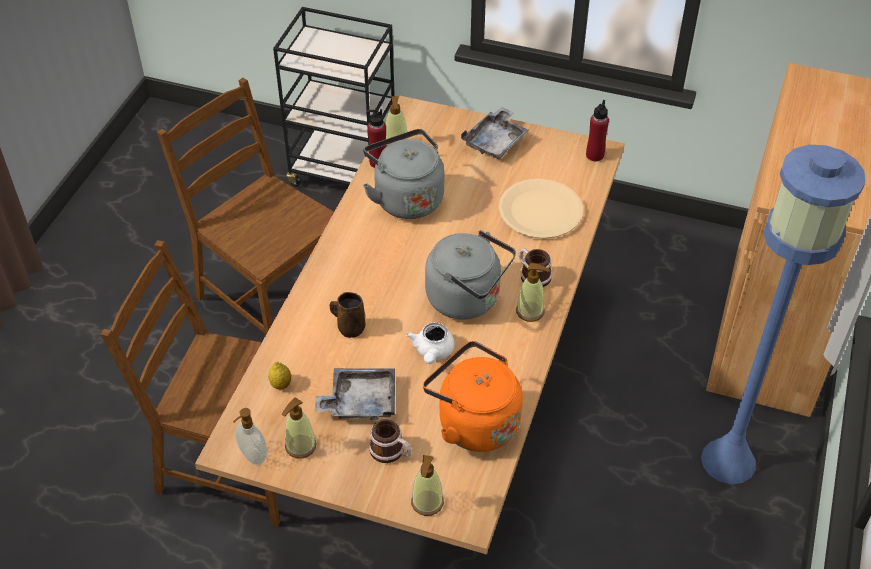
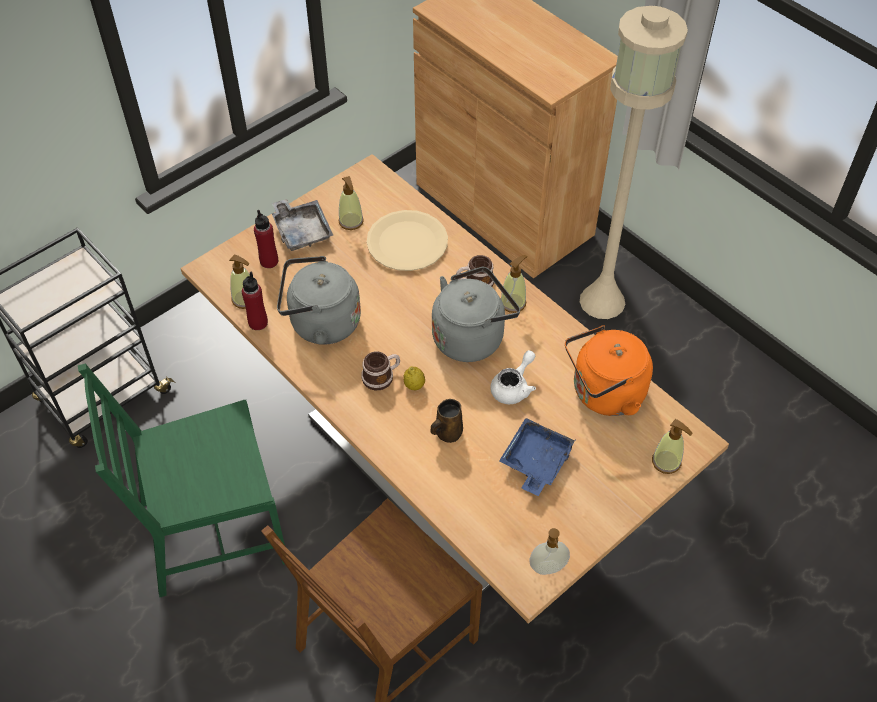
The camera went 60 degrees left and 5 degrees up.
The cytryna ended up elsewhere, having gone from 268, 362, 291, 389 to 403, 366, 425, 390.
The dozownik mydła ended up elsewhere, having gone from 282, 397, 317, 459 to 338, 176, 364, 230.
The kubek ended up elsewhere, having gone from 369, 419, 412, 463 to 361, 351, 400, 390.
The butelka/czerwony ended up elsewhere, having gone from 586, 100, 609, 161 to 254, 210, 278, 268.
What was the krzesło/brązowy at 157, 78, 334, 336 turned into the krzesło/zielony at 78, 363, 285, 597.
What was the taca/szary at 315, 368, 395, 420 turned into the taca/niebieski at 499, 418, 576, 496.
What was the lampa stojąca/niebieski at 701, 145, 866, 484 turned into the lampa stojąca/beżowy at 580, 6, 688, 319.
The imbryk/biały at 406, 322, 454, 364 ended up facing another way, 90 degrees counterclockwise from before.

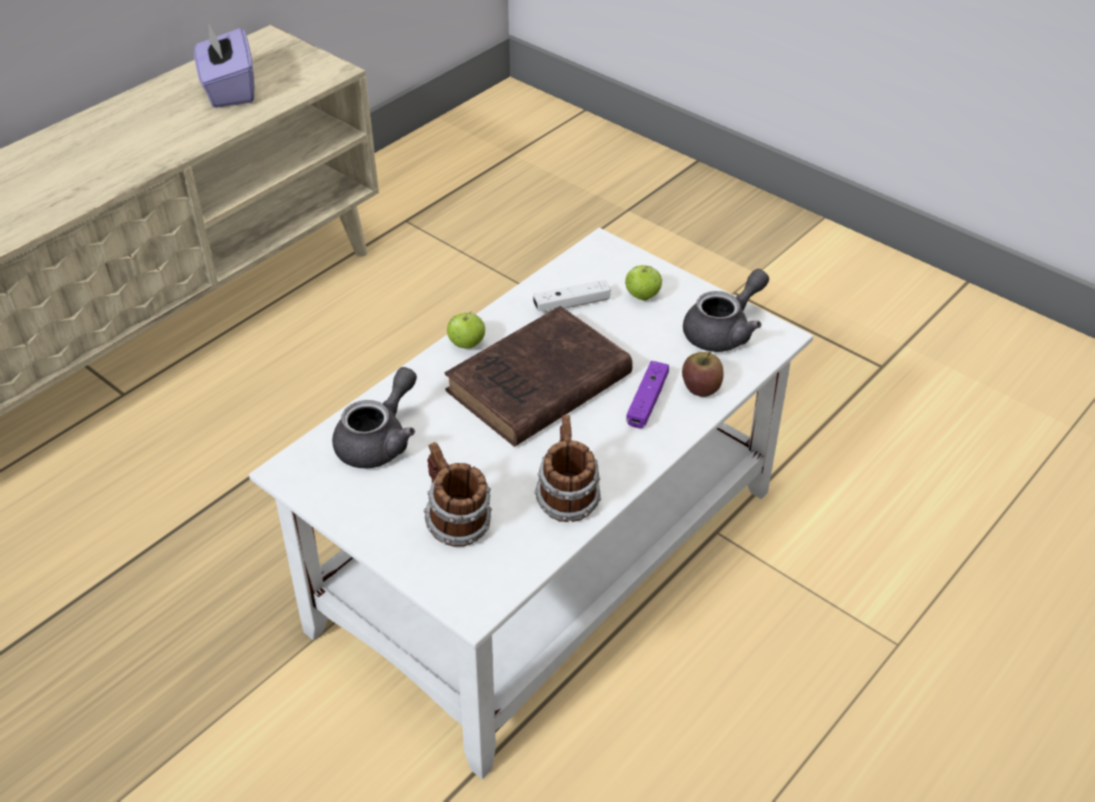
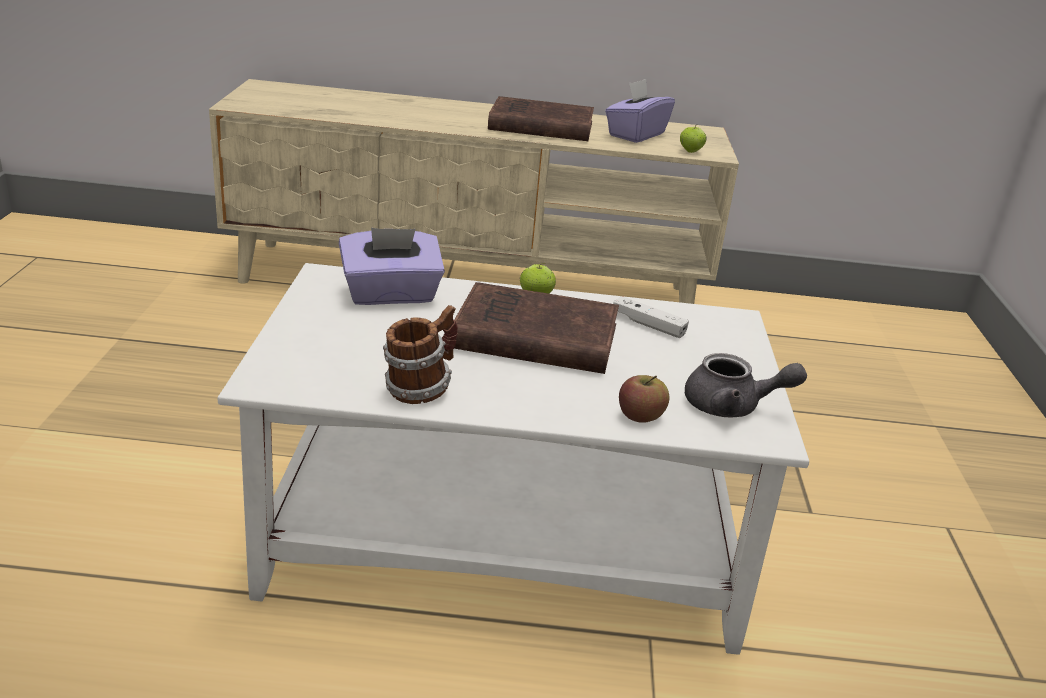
The camera went 50 degrees right and 15 degrees down.
The second view lost the kubek at 424, 442, 492, 547.
The second view lost the pad do gier/fioletowy at 626, 361, 669, 428.
The second view gained the książka/brązowy at 488, 96, 594, 141.
The jabłko ended up elsewhere, having gone from 625, 265, 662, 301 to 680, 126, 706, 153.
Where the imbryk/szary stood at 332, 367, 417, 468, the pudełko chusteczek/fioletowy came to stand at 339, 228, 445, 305.

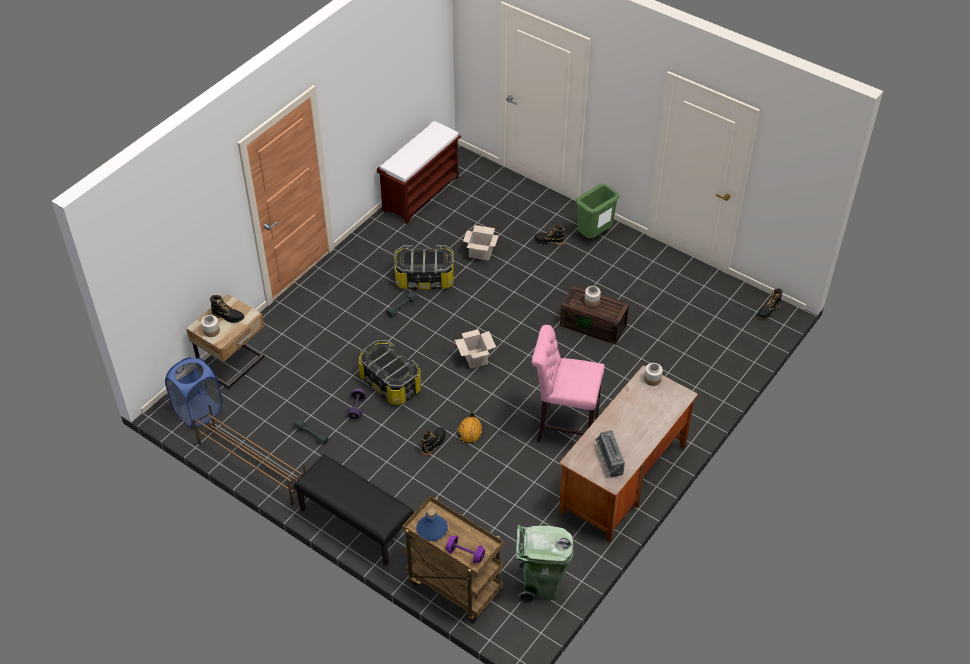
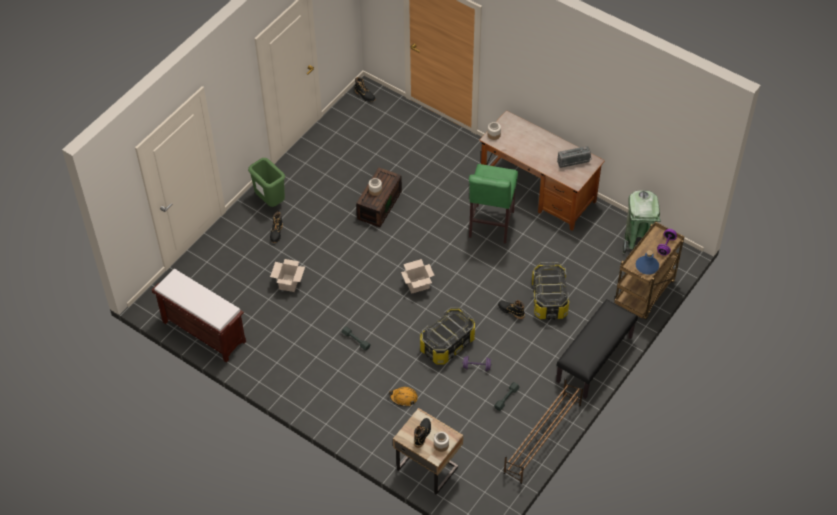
The camera went 90 degrees left and 5 degrees up.
The second view lost the kosz na pranie/niebieski at 165, 357, 223, 427.
The pojemnik do przechowywania ended up elsewhere, having gone from 394, 245, 454, 290 to 532, 262, 569, 320.
The kask/pomarańczowy ended up elsewhere, having gone from 457, 412, 483, 443 to 389, 387, 418, 407.
What was the stołek/różowy at 532, 325, 605, 443 turned into the stołek/zielony at 469, 164, 518, 244.

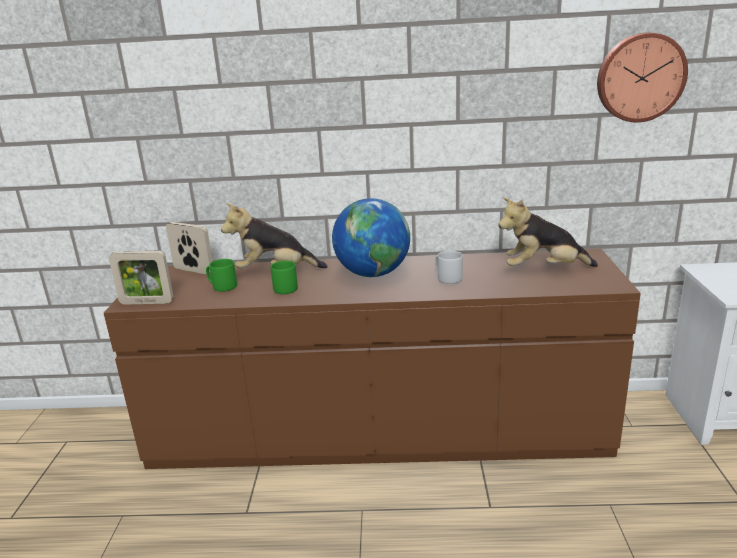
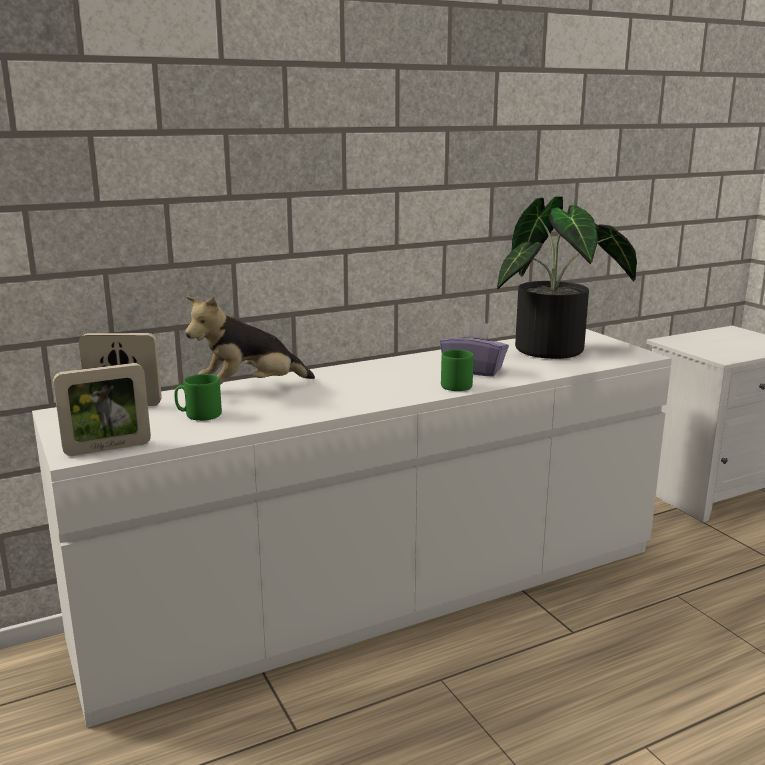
The camera went 30 degrees left and 5 degrees down.
The second view lost the globus at 332, 198, 410, 277.
The second view lost the zegar ścienny at 597, 33, 688, 122.
The kubek/zielony ended up elsewhere, having gone from 271, 261, 298, 294 to 441, 350, 474, 391.
Where the kubek/szary stood at 435, 251, 463, 284, the pudełko chusteczek/fioletowy came to stand at 440, 321, 509, 376.
Where the pluszak stood at 498, 197, 598, 267, the roślina doniczkowa came to stand at 497, 196, 637, 359.
What was the komoda/brązowy at 104, 249, 641, 469 turned into the komoda/biały at 32, 329, 672, 728.

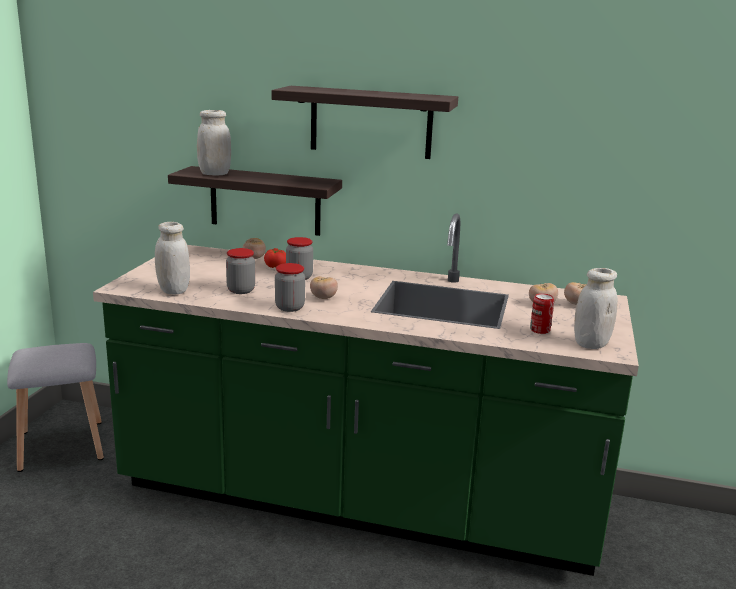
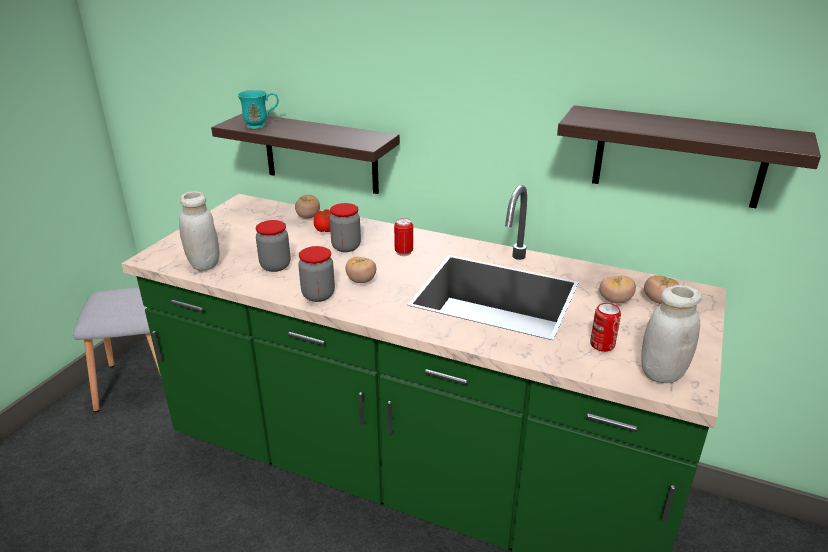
The camera went 10 degrees right and 10 degrees up.
The second view gained the puszka at 394, 218, 413, 256.
The półka ended up elsewhere, having gone from 272, 86, 458, 159 to 557, 105, 821, 208.
Where the słoik/biały stood at 197, 110, 231, 176, the kubek/turkusowy came to stand at 238, 90, 279, 129.

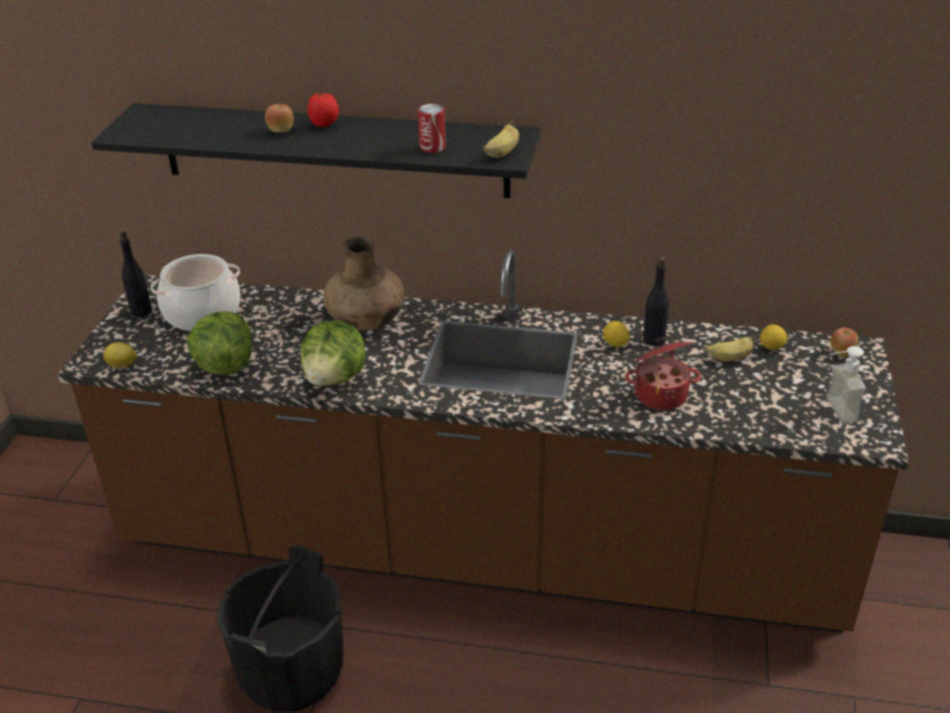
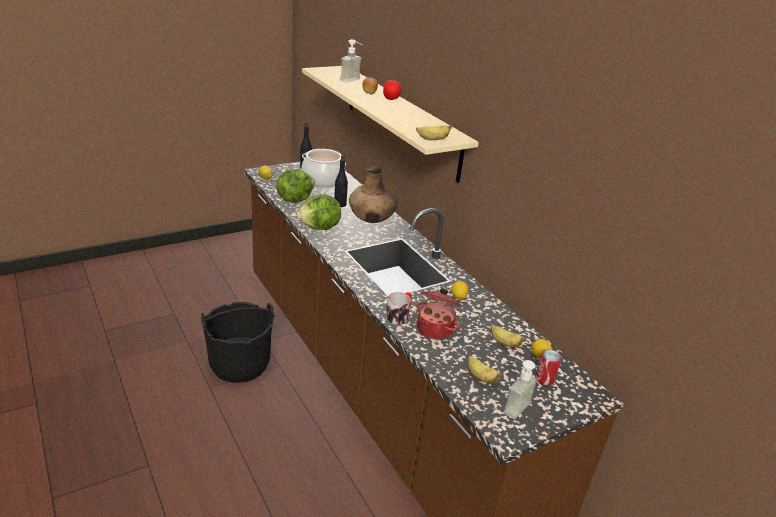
The camera went 45 degrees right and 5 degrees down.
The second view lost the jabłko at 830, 328, 859, 357.
The second view gained the dozownik mydła at 340, 39, 363, 83.
The second view gained the kubek at 385, 292, 412, 325.
The second view gained the banan at 468, 355, 502, 383.
The puszka ended up elsewhere, having gone from 418, 104, 446, 153 to 535, 350, 562, 385.
The butelka/czarny ended up elsewhere, having gone from 643, 257, 669, 346 to 334, 155, 348, 207.
What was the półka/czarny at 91, 103, 540, 198 turned into the półka/beżowy at 302, 66, 479, 183.

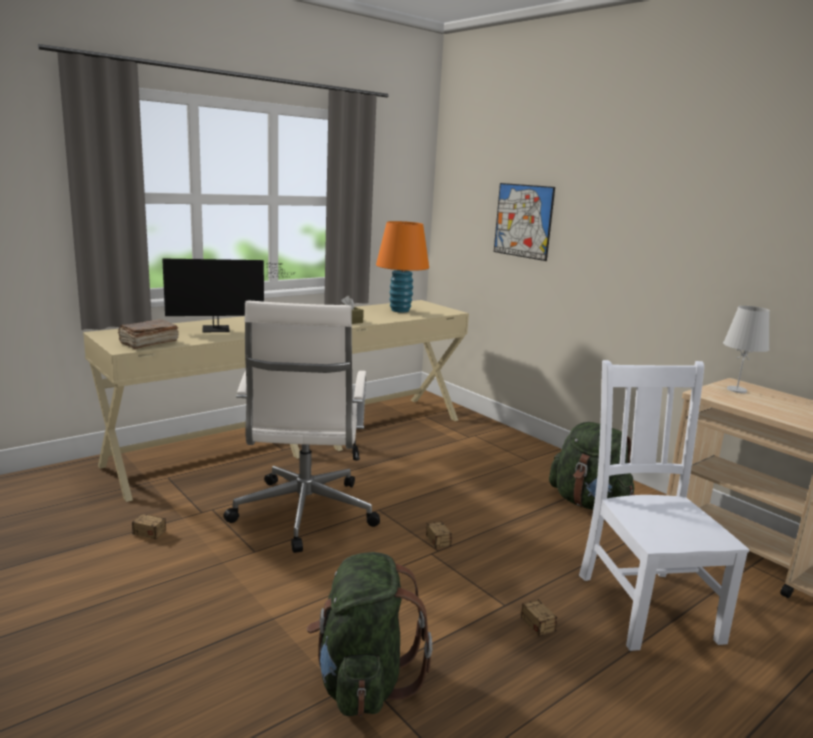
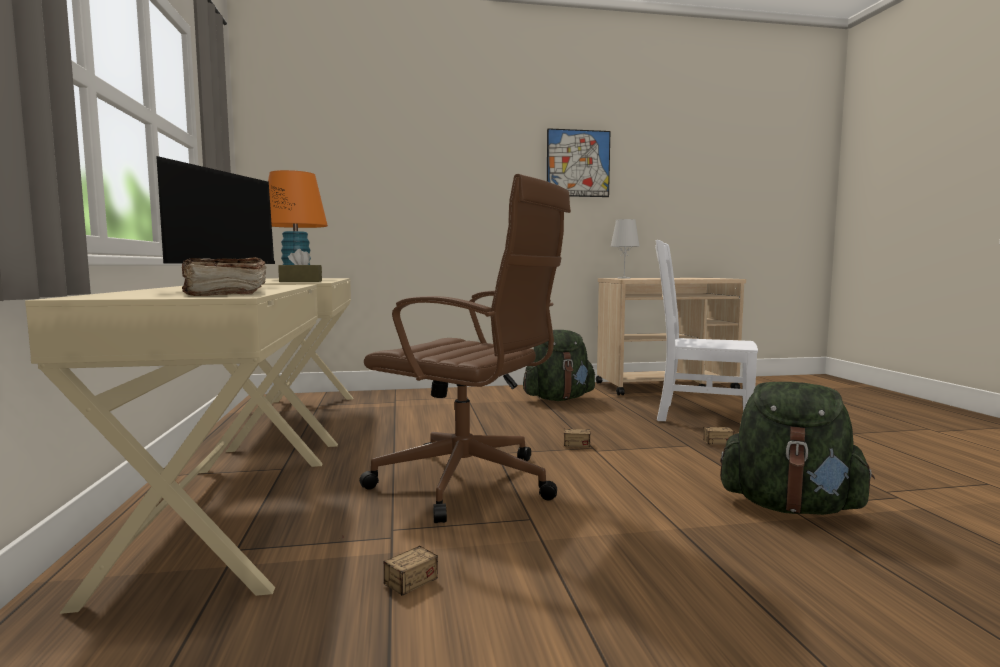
The camera went 60 degrees left and 10 degrees down.
The obraz ended up elsewhere, having gone from 494, 183, 555, 261 to 547, 128, 610, 197.
What was the krzesło biurowe/biały at 223, 300, 380, 553 turned into the krzesło biurowe/brązowy at 359, 174, 571, 523.

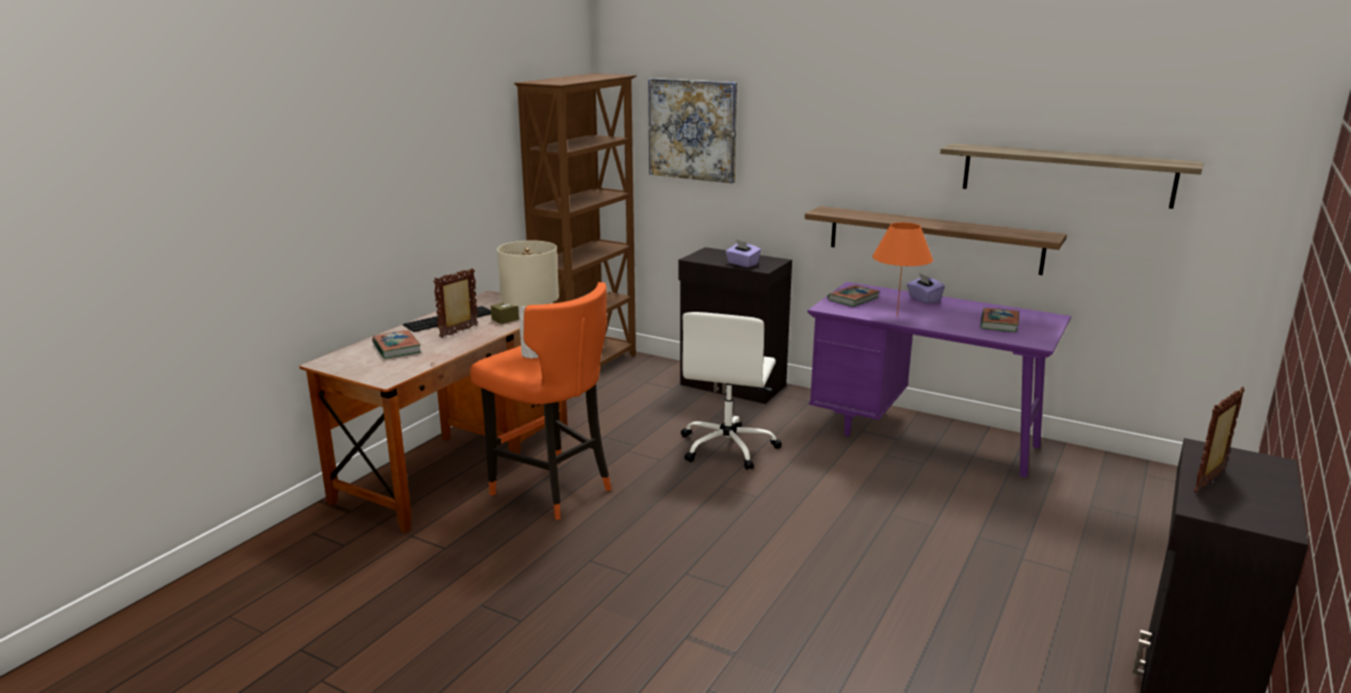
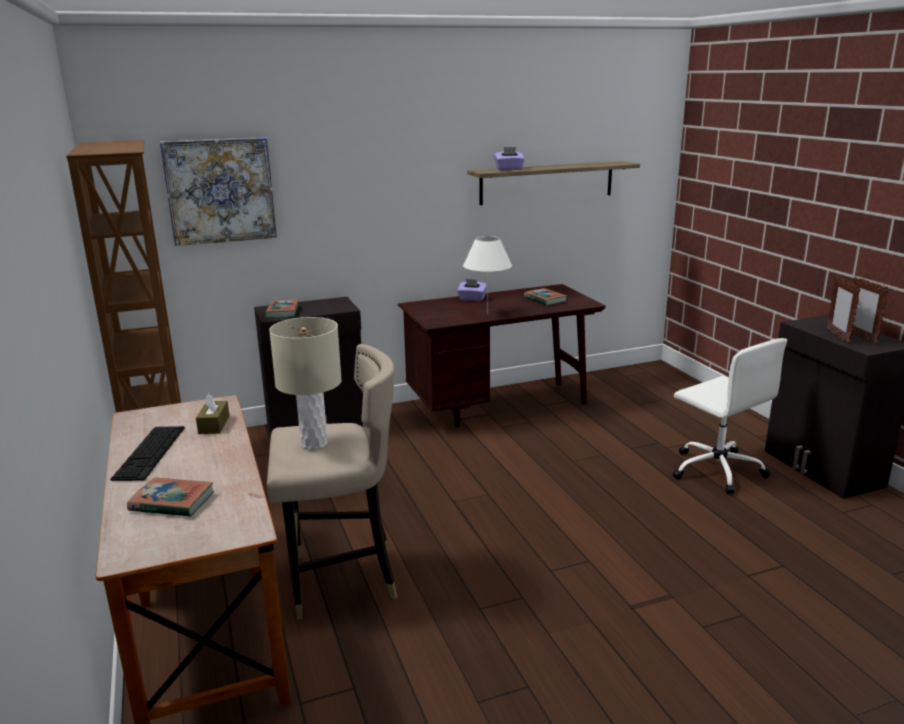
The camera went 50 degrees left and 0 degrees up.
The second view lost the półka at 805, 206, 1067, 275.
The ramka na zdjęcie ended up elsewhere, having gone from 433, 268, 478, 338 to 852, 276, 889, 344.
The krzesło biurowe/biały ended up elsewhere, having gone from 681, 312, 782, 470 to 673, 338, 787, 494.
The pudełko chusteczek/fioletowy ended up elsewhere, having gone from 726, 240, 761, 267 to 494, 147, 525, 171.
The książka ended up elsewhere, having gone from 828, 285, 880, 307 to 265, 299, 299, 318.
What was the stołek/pomarańczowy at 470, 282, 612, 520 turned into the stołek/beżowy at 267, 344, 397, 620.
What was the biurko/fioletowy at 808, 282, 1071, 477 turned into the biurko/brązowy at 398, 284, 606, 427.
What was the lampa stołowa/pomarańczowy at 872, 222, 933, 317 turned into the lampa stołowa/biały at 463, 236, 512, 315.

